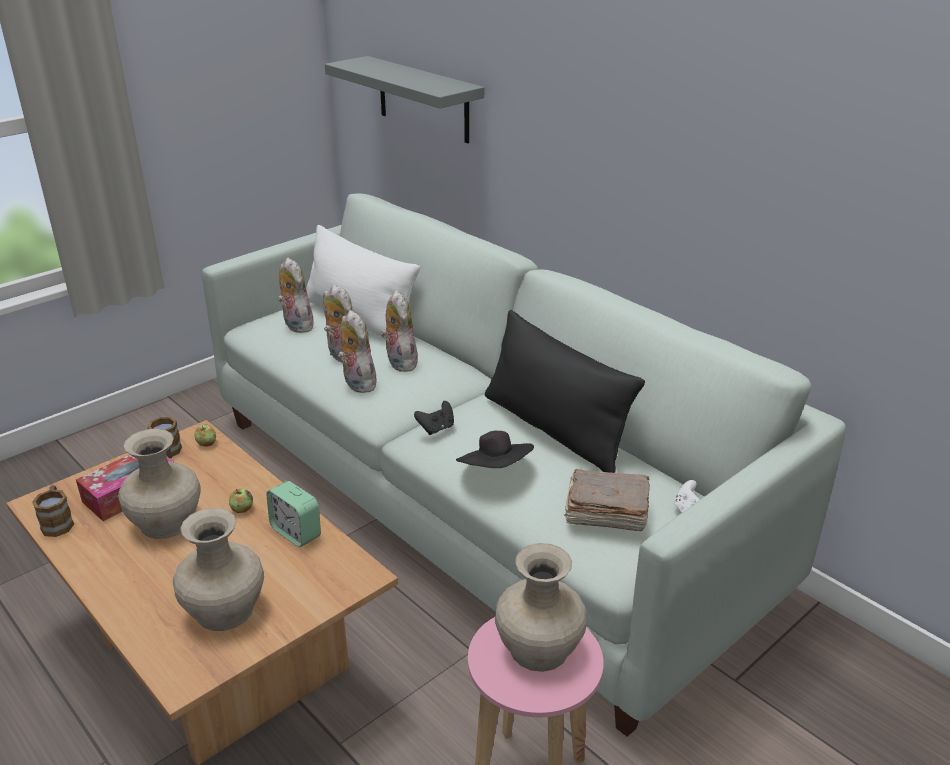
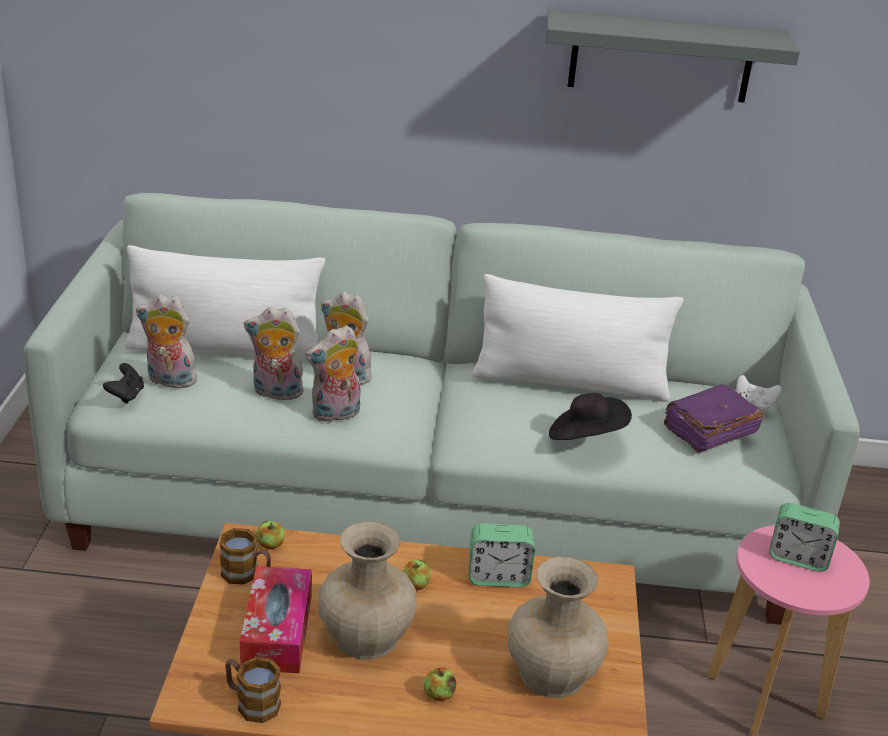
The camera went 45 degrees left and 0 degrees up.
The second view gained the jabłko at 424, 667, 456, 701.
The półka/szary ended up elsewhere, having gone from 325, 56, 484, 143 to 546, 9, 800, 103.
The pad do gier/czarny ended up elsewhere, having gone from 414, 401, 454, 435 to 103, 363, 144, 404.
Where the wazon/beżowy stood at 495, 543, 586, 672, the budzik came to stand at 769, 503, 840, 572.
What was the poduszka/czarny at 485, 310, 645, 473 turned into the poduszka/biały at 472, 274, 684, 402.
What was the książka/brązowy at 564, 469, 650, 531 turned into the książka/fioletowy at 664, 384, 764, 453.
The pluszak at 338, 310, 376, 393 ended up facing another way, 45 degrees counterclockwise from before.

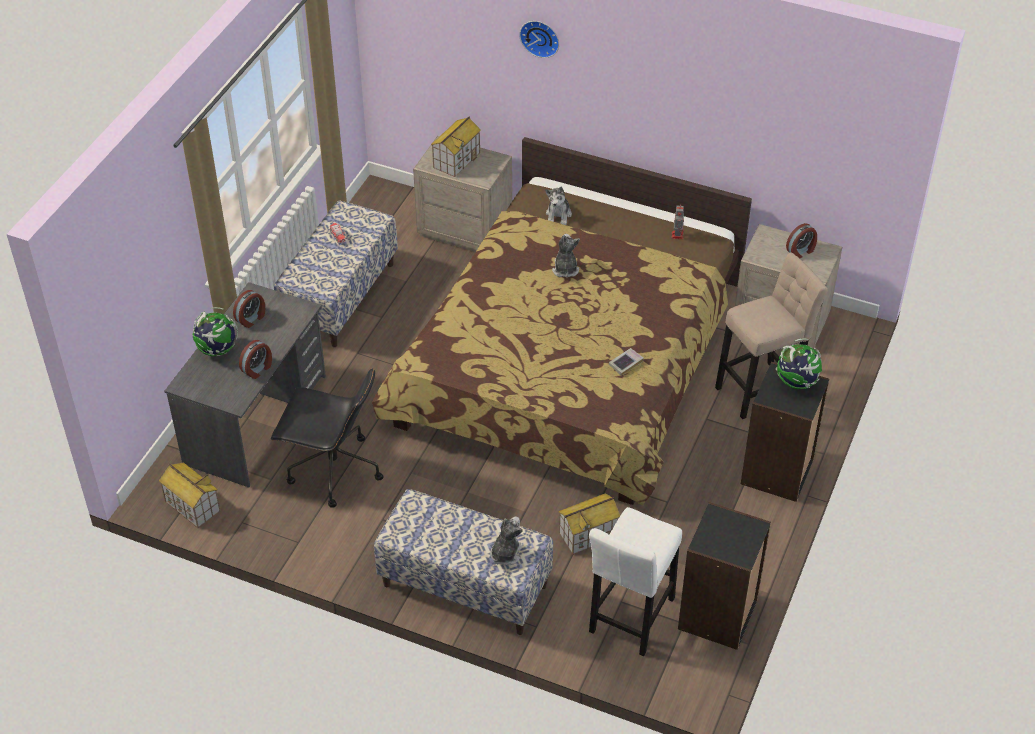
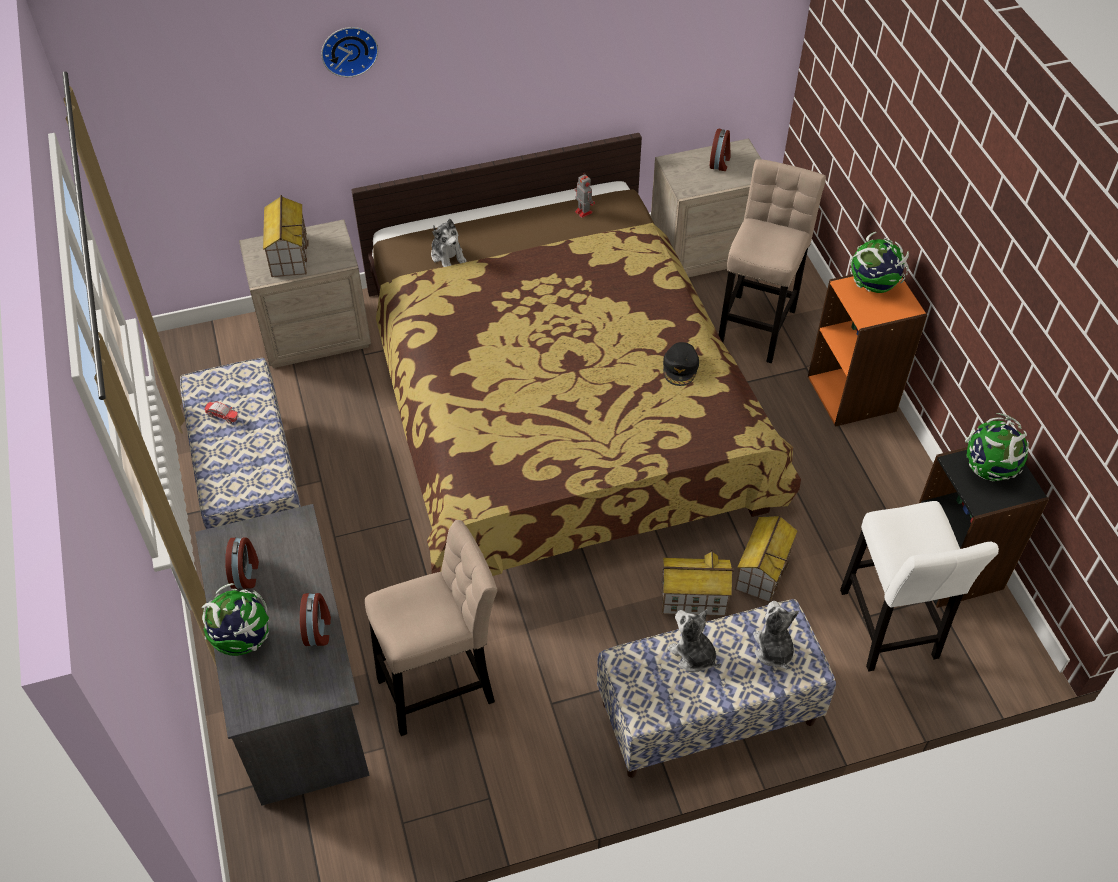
The camera went 40 degrees left and 5 degrees up.
The second view gained the globus at 965, 413, 1029, 481.
The domek ended up elsewhere, having gone from 159, 463, 221, 528 to 661, 550, 734, 616.
The pluszak ended up elsewhere, having gone from 552, 234, 580, 277 to 667, 609, 721, 673.
Where the krzesło biurowe/czarny stood at 271, 368, 384, 508, the stołek/beżowy came to stand at 365, 520, 497, 736.
Where the książka stood at 609, 348, 644, 376, the czapka z daszkiem/czarny came to stand at 663, 342, 699, 386.
What was the regał/czarny at 741, 362, 829, 502 turned into the regał/pomarańczowy at 808, 274, 927, 427.

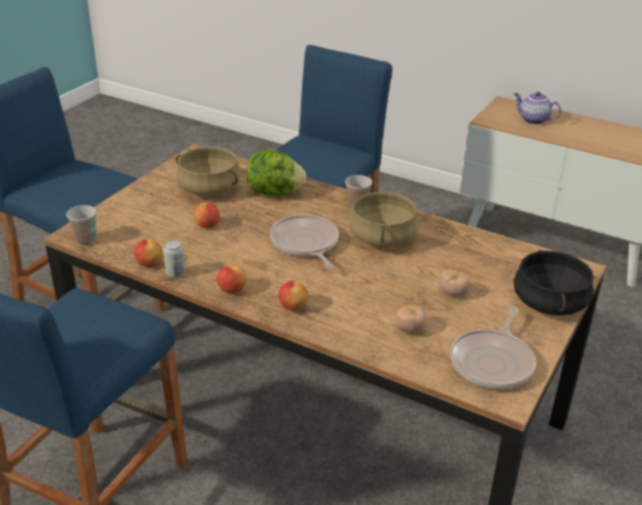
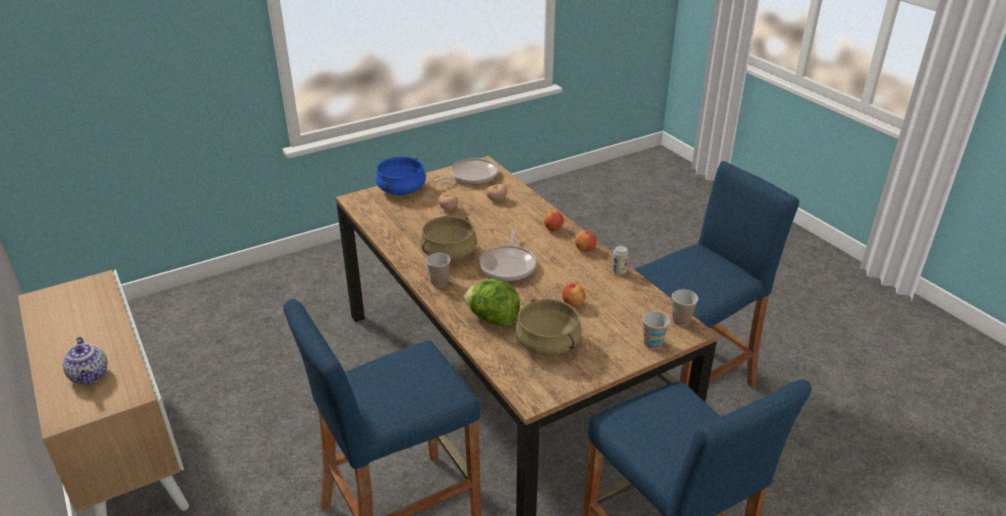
The camera went 150 degrees left and 0 degrees up.
The second view lost the jabłko at 134, 239, 163, 267.
The second view gained the filiżanka at 643, 311, 670, 349.
What was the garnek/czarny at 513, 250, 594, 315 turned into the garnek/niebieski at 376, 157, 426, 195.

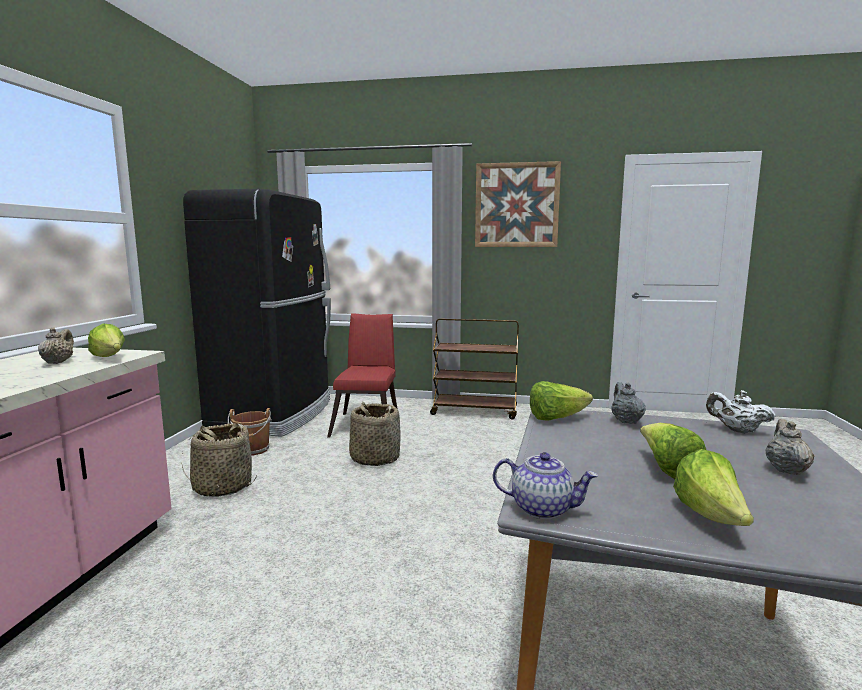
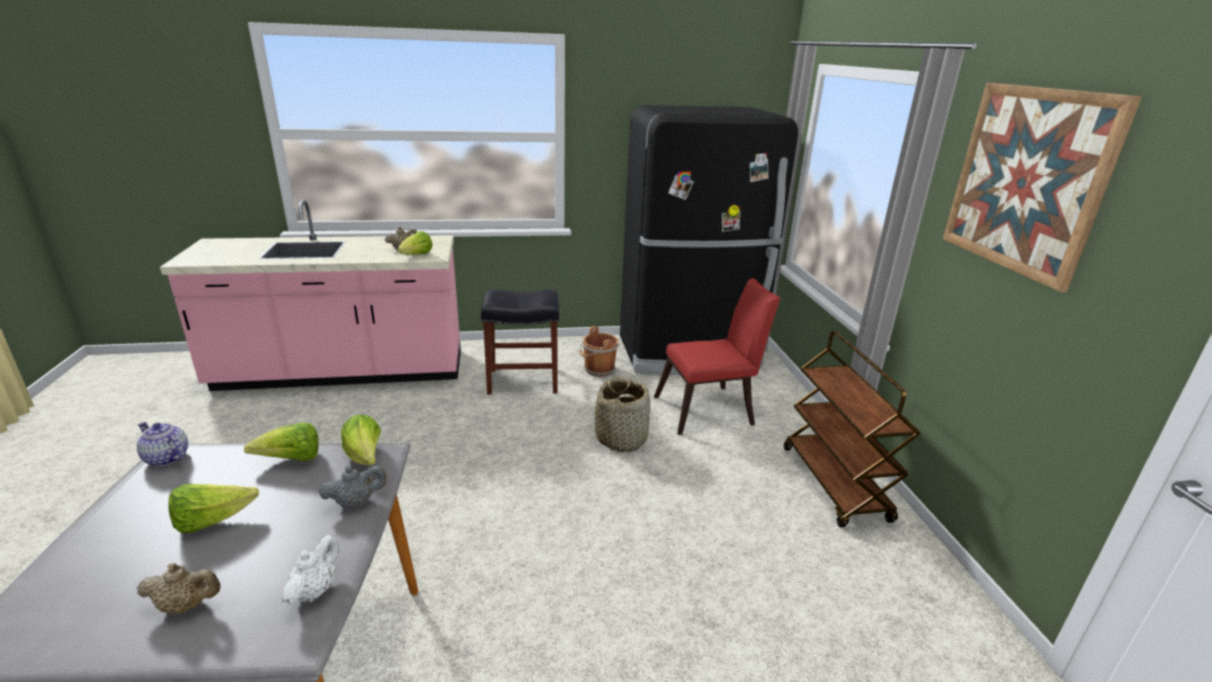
The camera went 70 degrees right and 15 degrees up.
The sałata ended up elsewhere, having gone from 673, 449, 754, 526 to 244, 423, 319, 461.
Where the koszyk stood at 181, 423, 257, 497, the stołek/czarny came to stand at 481, 289, 559, 395.
The imbryk at 493, 452, 598, 519 ended up facing another way, 120 degrees clockwise from before.

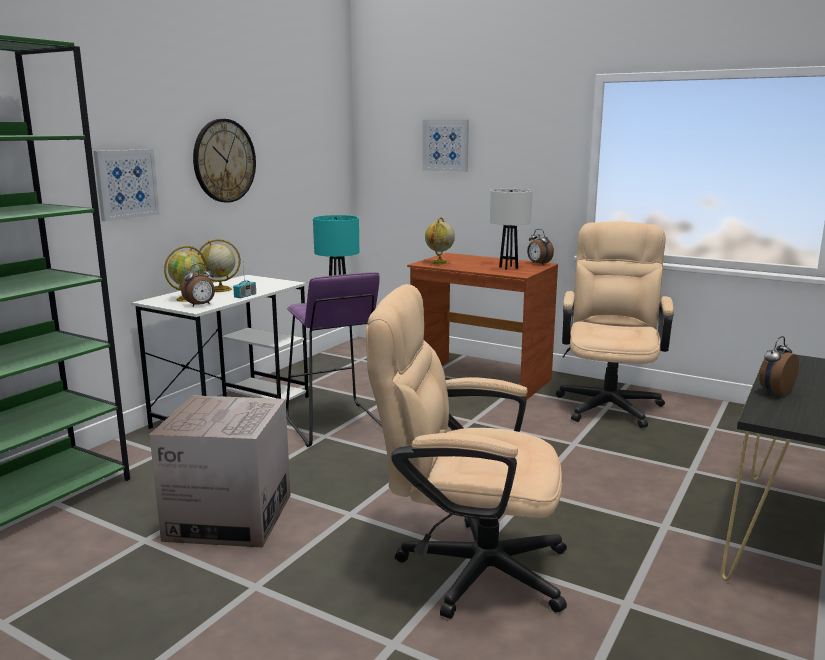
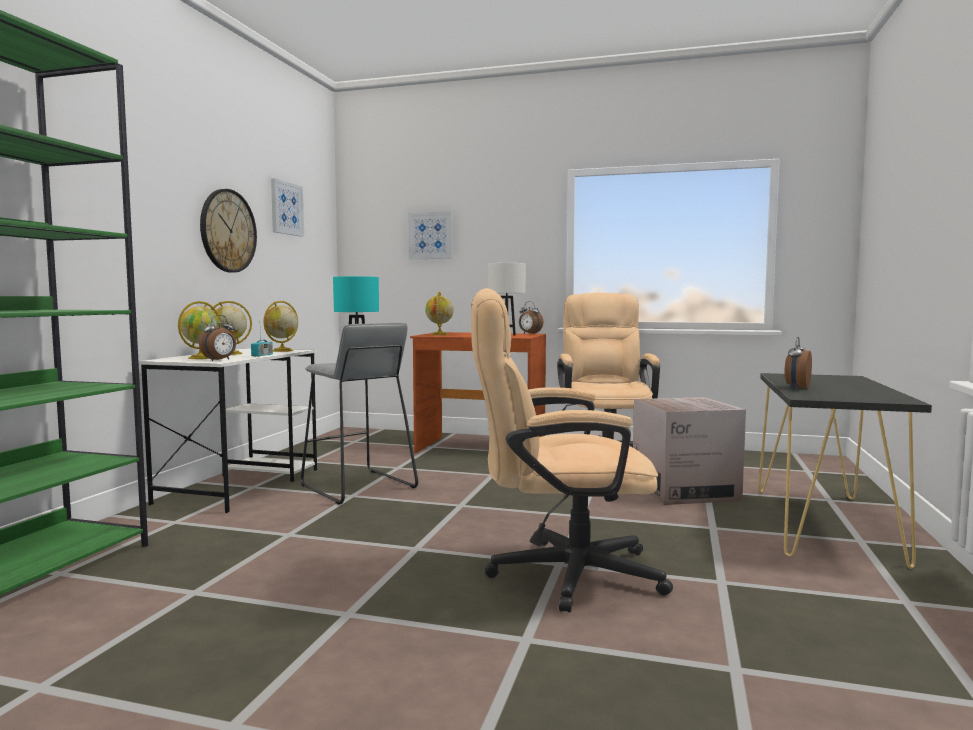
The camera went 15 degrees left and 10 degrees down.
The second view gained the globus at 263, 301, 298, 352.
The obraz ended up elsewhere, having gone from 94, 149, 160, 221 to 271, 178, 304, 237.
The karton ended up elsewhere, having gone from 149, 395, 291, 548 to 633, 397, 746, 505.
What was the stołek/fioletowy at 286, 272, 382, 447 turned into the stołek/szary at 301, 323, 418, 505.

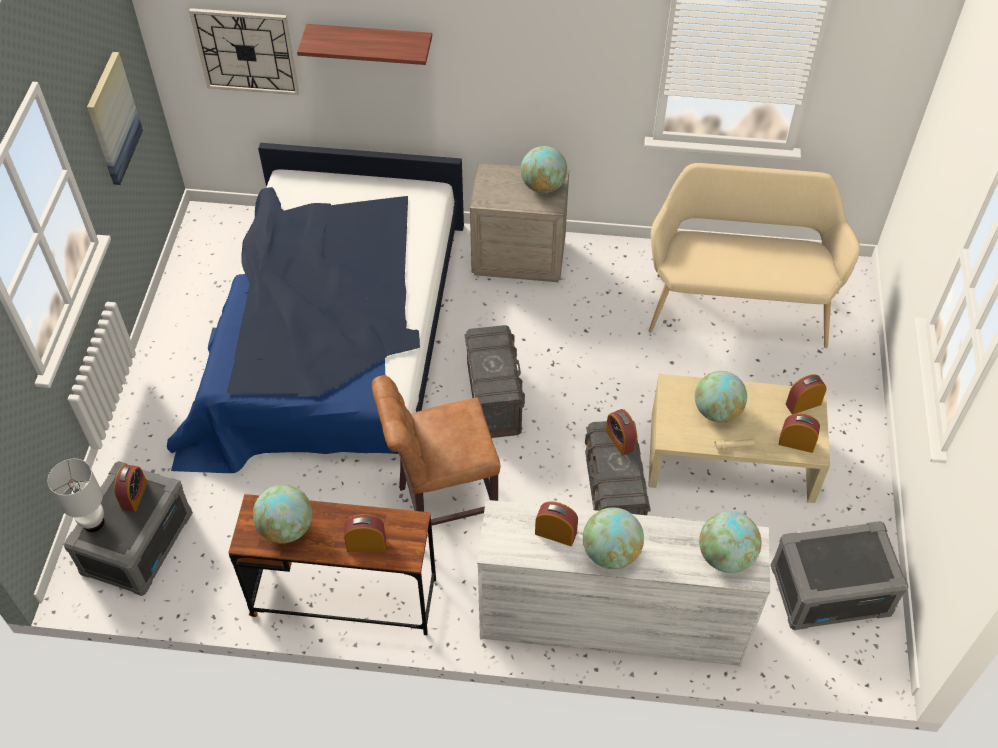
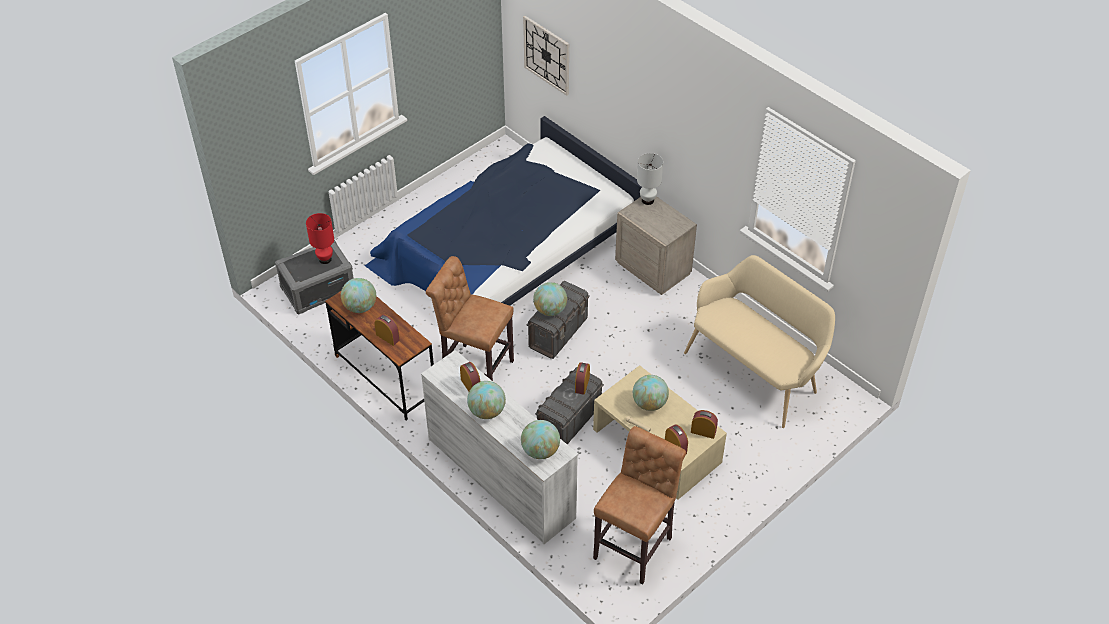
The camera went 40 degrees right and 5 degrees down.
The second view lost the obraz at 87, 52, 143, 185.
The second view lost the półka at 297, 24, 432, 65.
The lampa stołowa/biały ended up elsewhere, having gone from 47, 459, 104, 532 to 637, 153, 663, 205.
The globus ended up elsewhere, having gone from 521, 146, 567, 193 to 533, 282, 567, 316.
Where the budzik stood at 114, 465, 147, 512, the lampa stołowa/czerwony came to stand at 306, 213, 334, 264.
Where the pojemnik do przechowywania/szary stood at 770, 521, 909, 630, the stołek/brązowy came to stand at 593, 426, 686, 584.

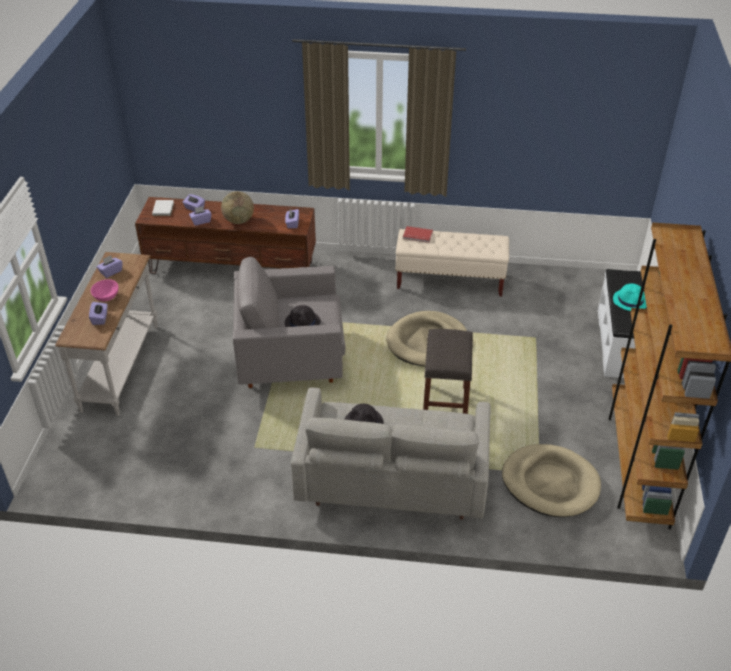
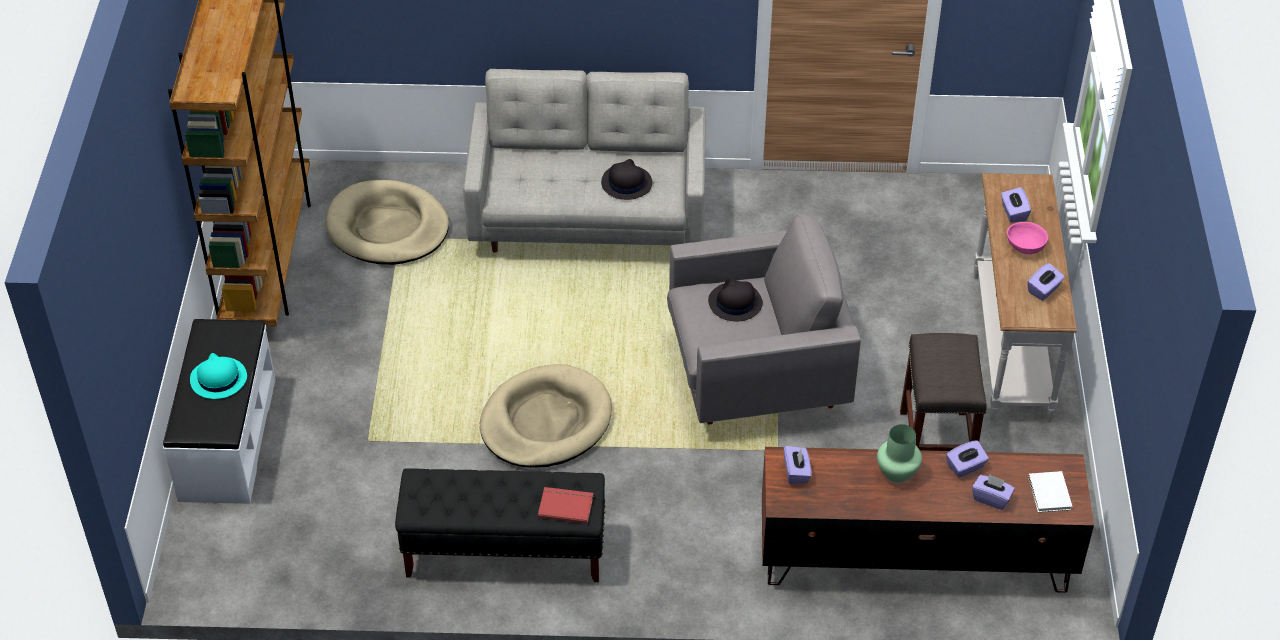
The camera went 175 degrees right and 5 degrees up.
The stołek/szary ended up elsewhere, having gone from 423, 329, 473, 414 to 900, 333, 986, 451.
Where the globus stood at 221, 191, 254, 224, the wazon/zielony came to stand at 877, 424, 922, 482.
What was the ławka/beżowy at 395, 229, 509, 296 turned into the ławka/czarny at 395, 468, 606, 582.

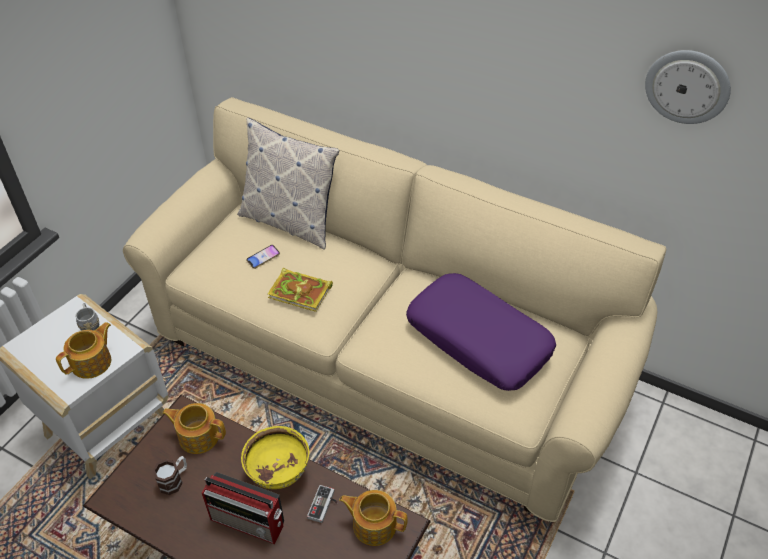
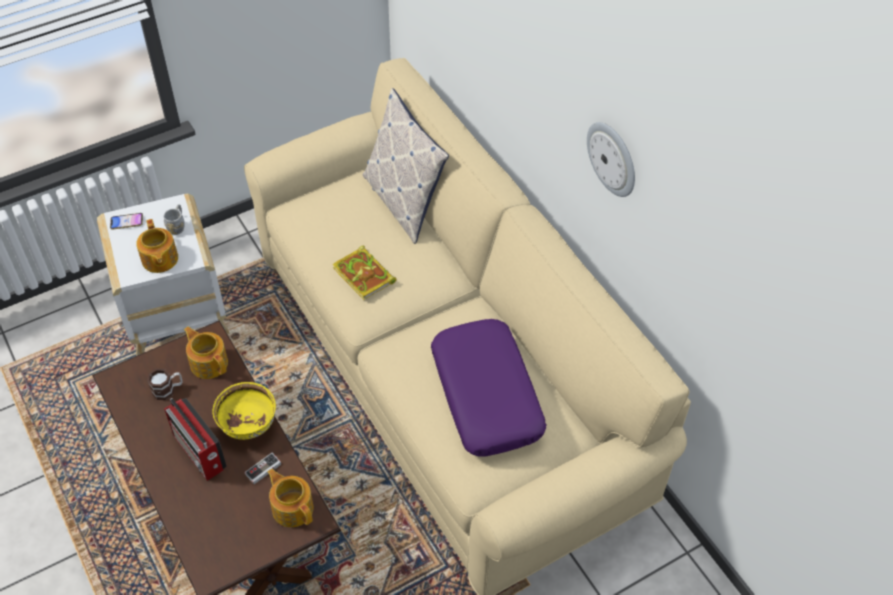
The camera went 30 degrees right and 5 degrees up.
The telefon ended up elsewhere, having gone from 246, 245, 280, 269 to 110, 213, 143, 230.
The zegar ścienny ended up elsewhere, having gone from 645, 50, 731, 124 to 587, 122, 635, 197.
The imbryk at 56, 322, 111, 379 ended up facing another way, 90 degrees clockwise from before.

